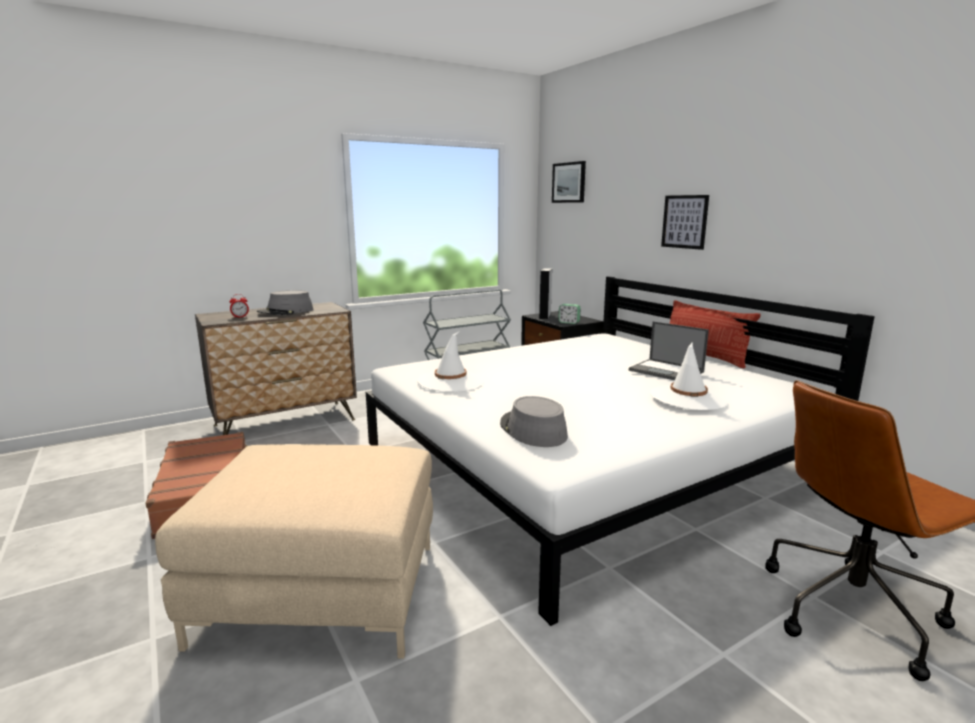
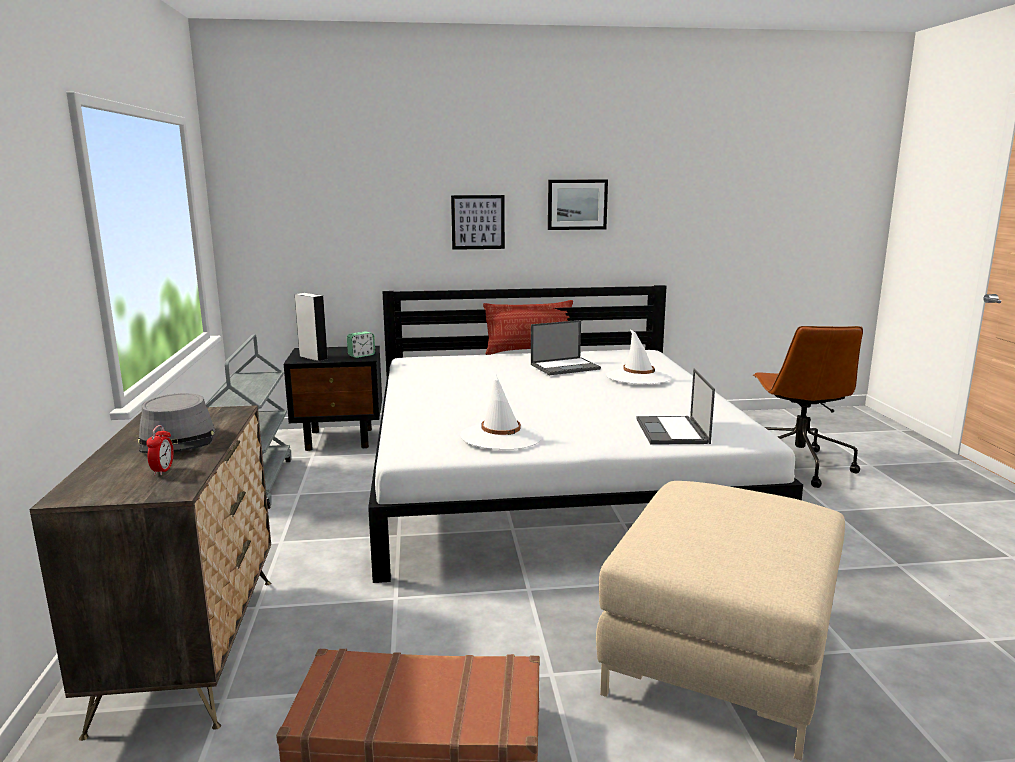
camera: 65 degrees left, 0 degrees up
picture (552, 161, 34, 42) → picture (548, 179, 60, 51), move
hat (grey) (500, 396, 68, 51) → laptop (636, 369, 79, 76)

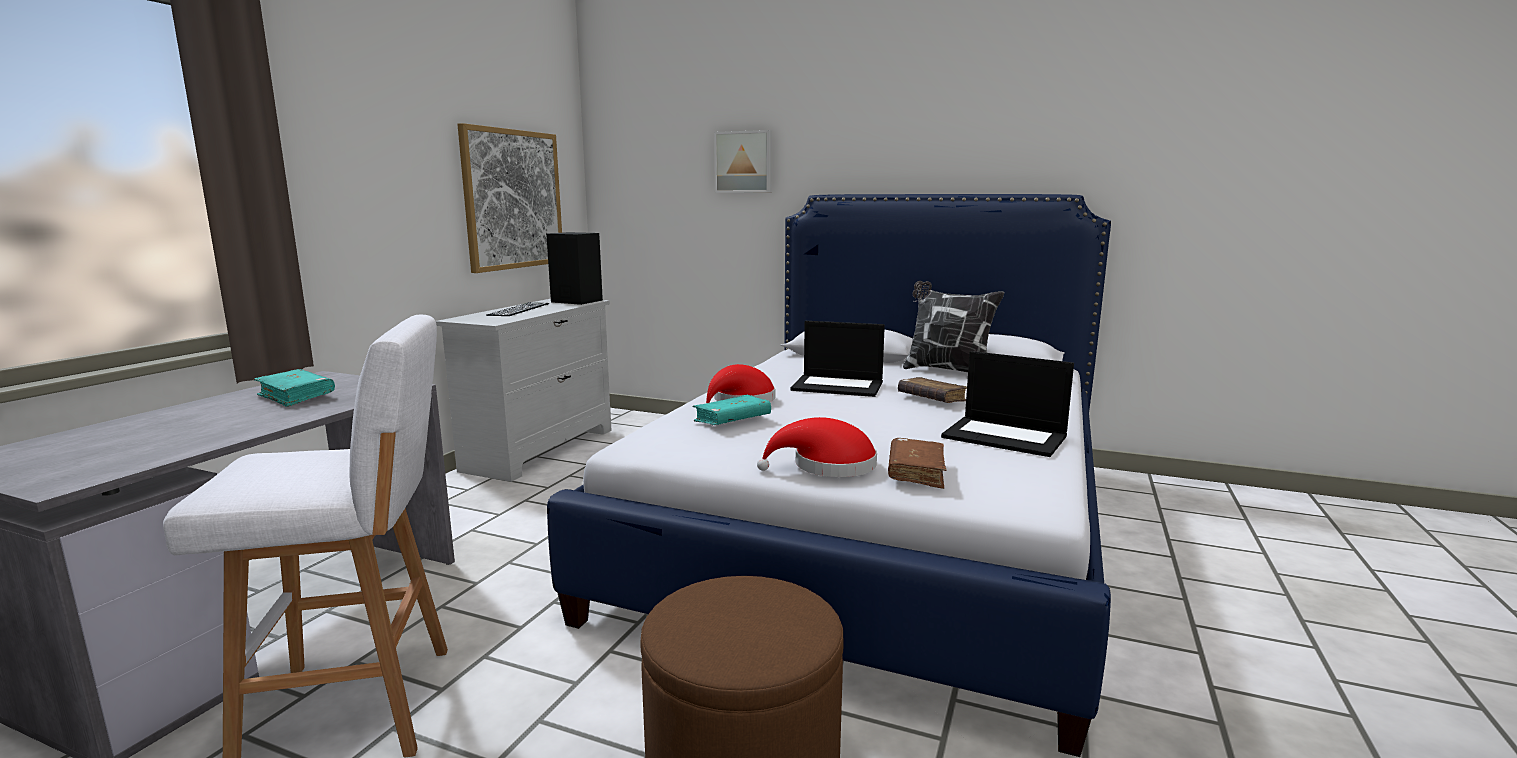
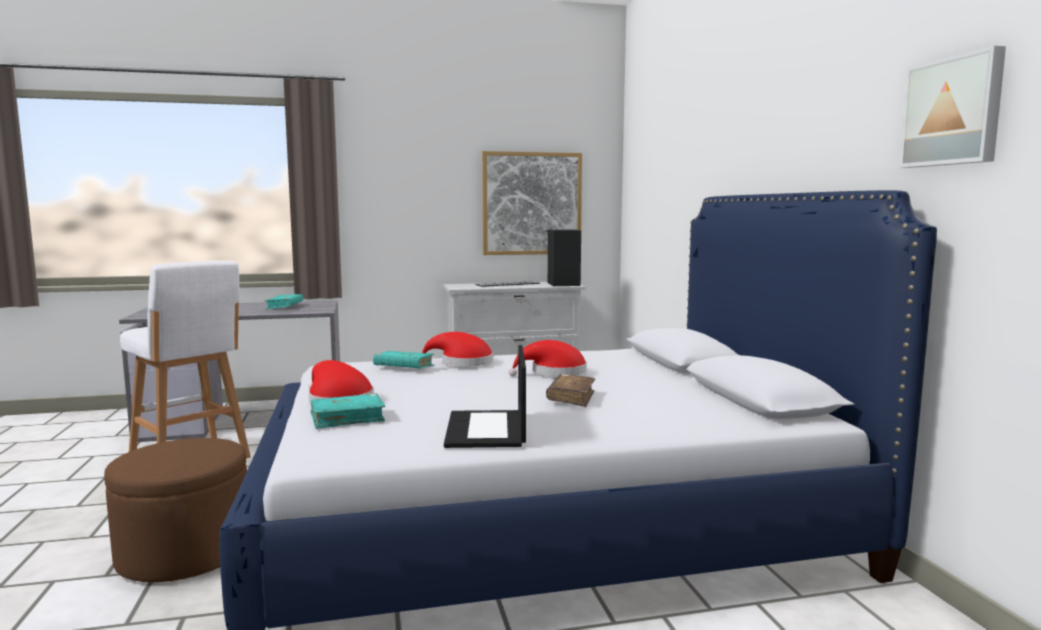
camera: 55 degrees right, 5 degrees down
book (brown) (888, 438, 58, 51) → book (turquoise) (311, 393, 74, 36)
laptop (790, 321, 95, 76) → hat (red) (509, 340, 78, 36)
picture (714, 130, 58, 63) → picture (899, 46, 107, 122), move
pillow (903, 281, 101, 92) → -

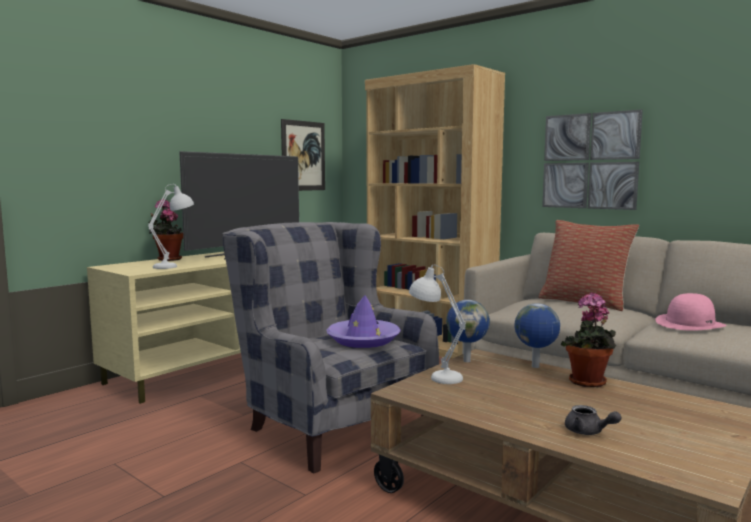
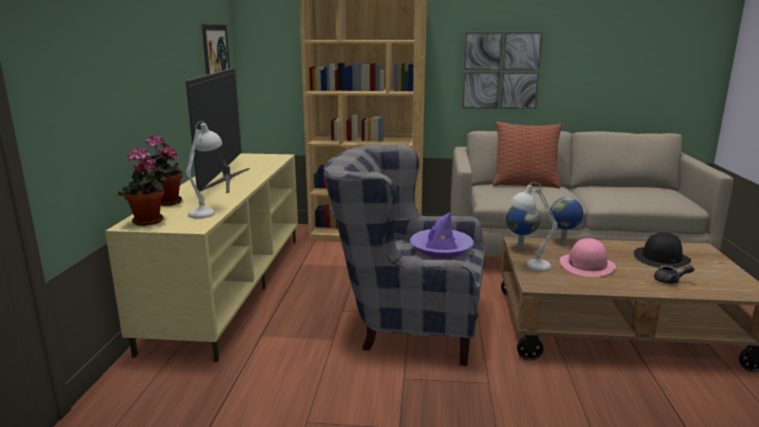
camera: 35 degrees left, 10 degrees up
potted plant (561, 292, 55, 95) → potted plant (118, 148, 48, 78), move
hat (pink) (655, 293, 72, 38) → hat (pink) (560, 238, 56, 39), move
- → hat (black) (634, 232, 57, 36)

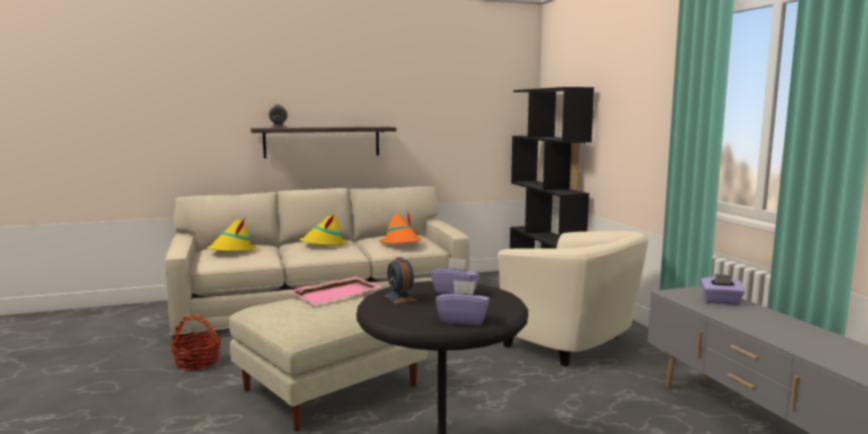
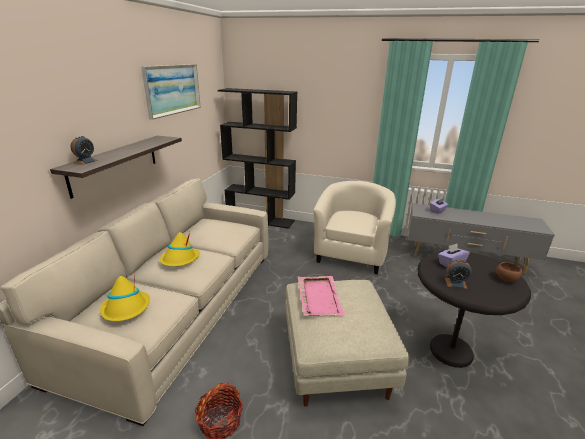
camera: 55 degrees left, 15 degrees up
- → picture (141, 64, 60, 56)
armchair (beige) (498, 231, 150, 136) → armchair (beige) (313, 181, 83, 93), 60 degrees counterclockwise
tissue box (purple) (436, 280, 54, 45) → bowl (brown) (496, 262, 26, 20)
hat (orange) (379, 212, 43, 31) → -

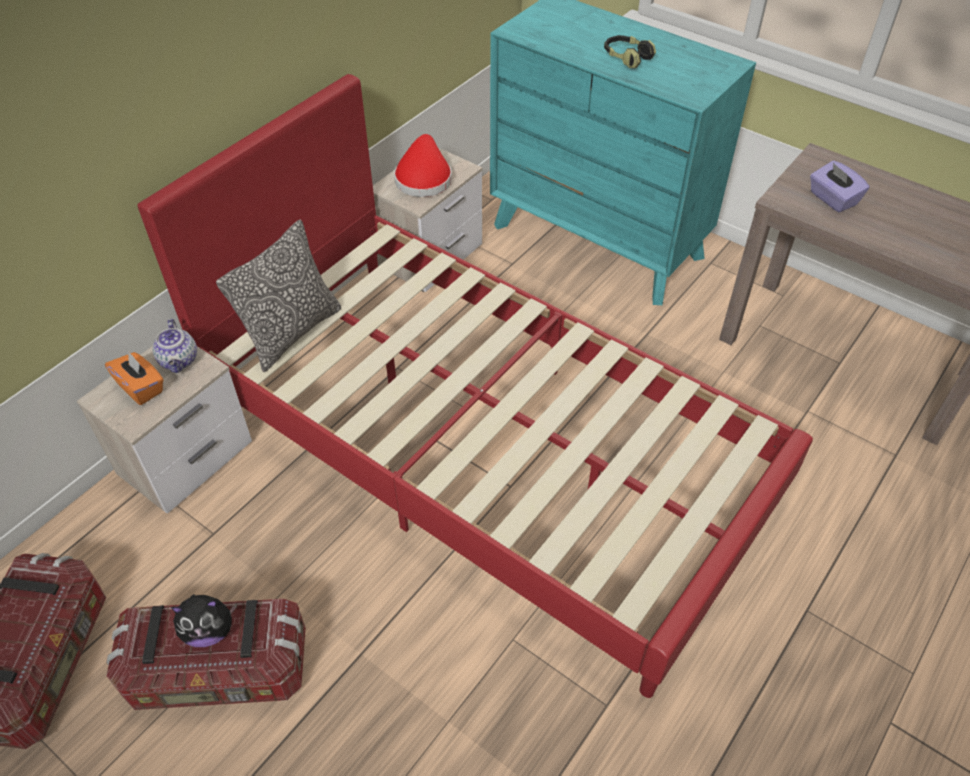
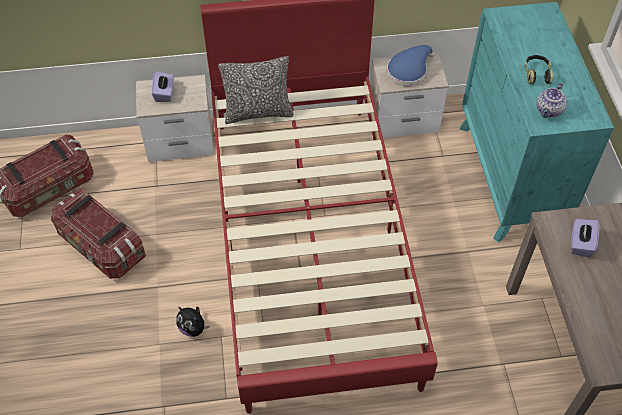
camera: 45 degrees right, 5 degrees up
tissue box (orange) (105, 352, 59, 53) → tissue box (purple) (152, 71, 22, 31)
plush toy (171, 594, 66, 53) → plush toy (176, 307, 34, 30), move
hat (red) (394, 134, 58, 63) → hat (blue) (387, 45, 48, 41)
teapot (153, 319, 44, 54) → teapot (537, 83, 30, 35), move

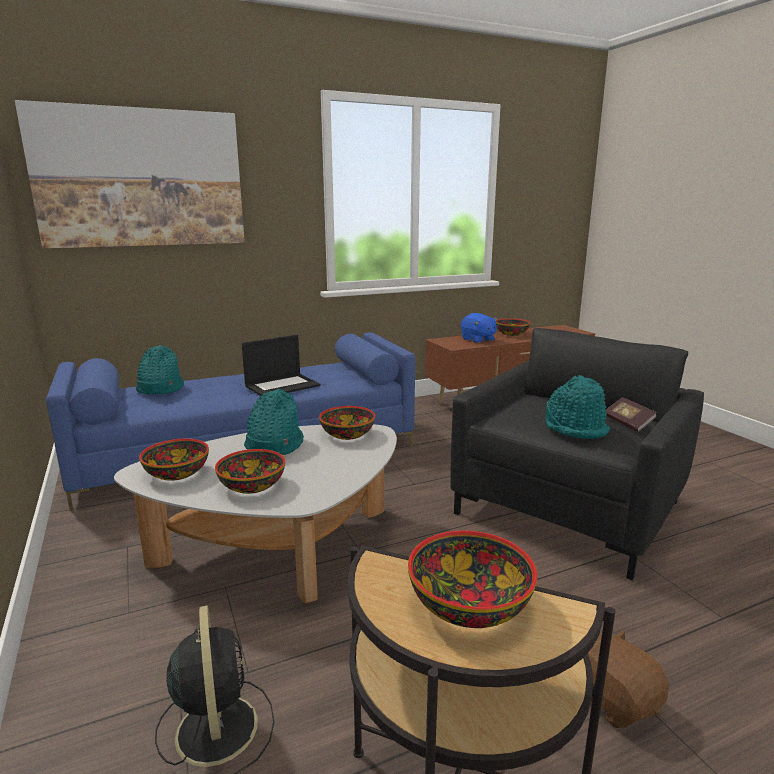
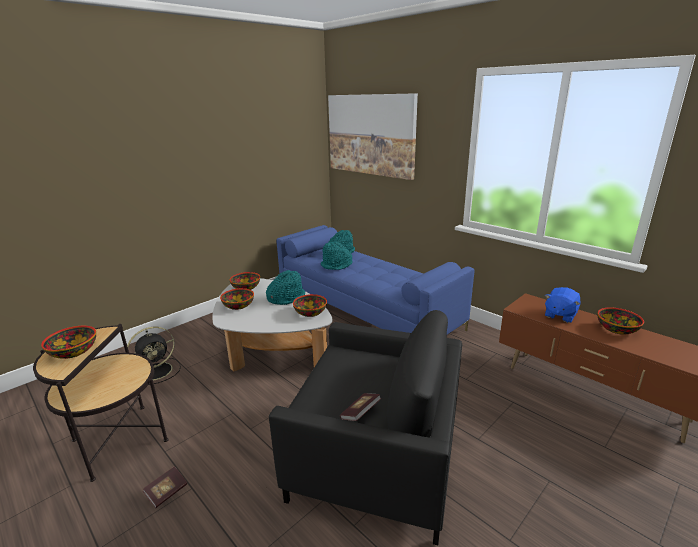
camera: 70 degrees right, 5 degrees up
plush toy (brown) (585, 630, 84, 98) → book (143, 466, 44, 42)
hat (turquoise) (545, 375, 65, 64) → hat (turquoise) (321, 242, 31, 28), move
laptop (242, 335, 78, 61) → -

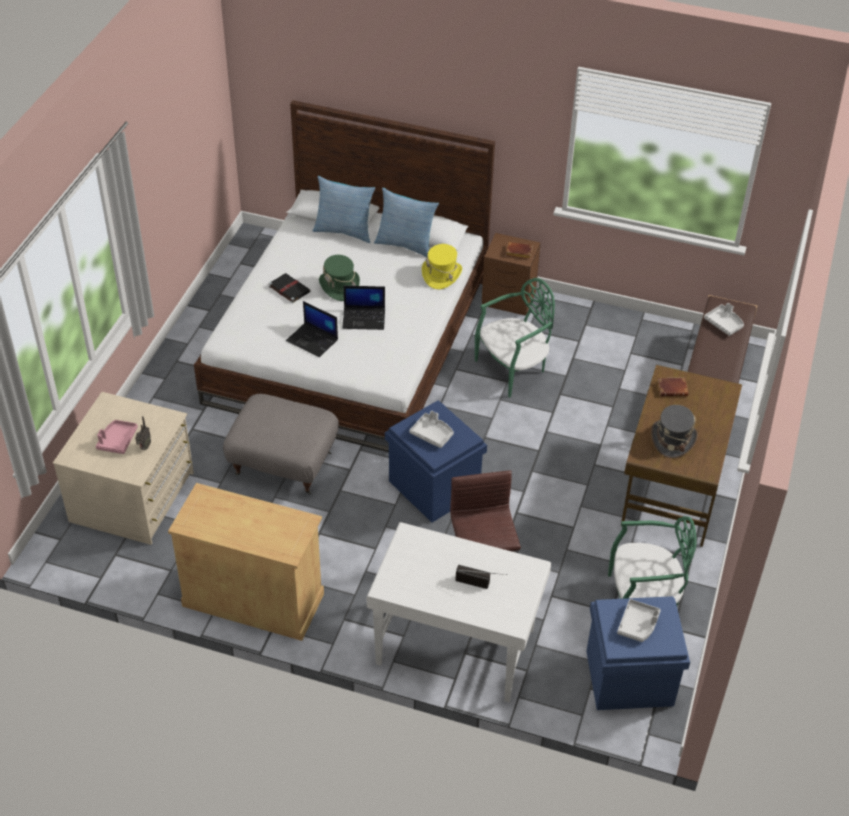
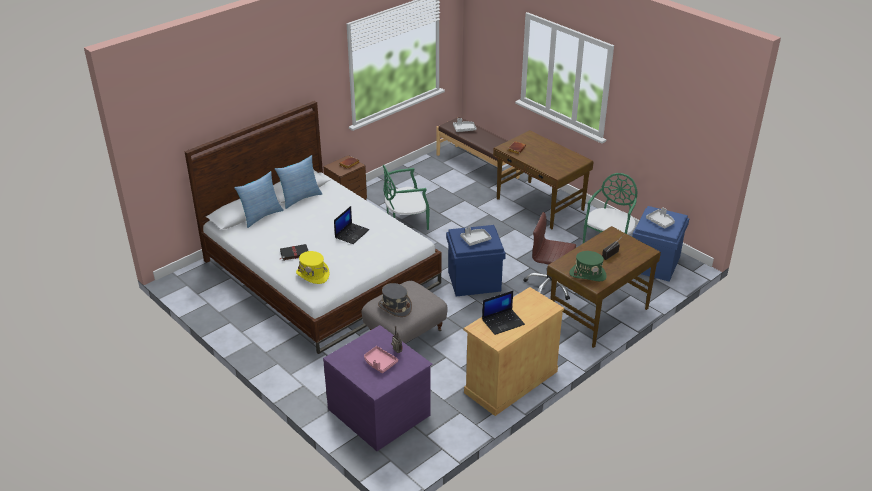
camera: 60 degrees left, 10 degrees down
hat (yellow) (422, 244, 40, 45) → hat (yellow) (296, 251, 33, 33), move
dresser (beige) (53, 392, 141, 153) → dresser (purple) (323, 325, 110, 126)
hat (grey) (651, 405, 47, 53) → hat (grey) (378, 283, 34, 34), move
chair (green) (475, 278, 80, 120) → chair (green) (383, 165, 47, 65), 105 degrees counterclockwise
laptop (286, 301, 52, 56) → laptop (482, 291, 43, 44), move
desk (white) (367, 522, 184, 180) → desk (brown) (547, 226, 114, 122)
hat (green) (319, 255, 41, 46) → hat (green) (569, 251, 38, 30), move

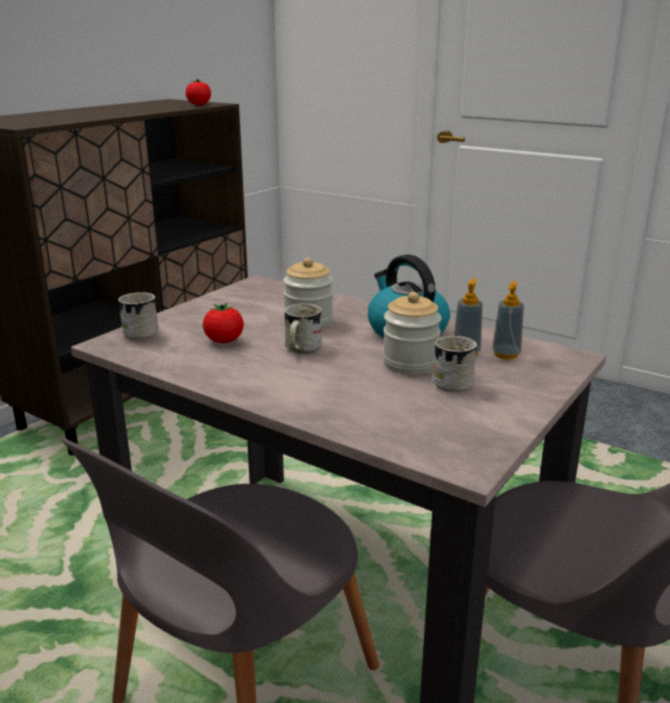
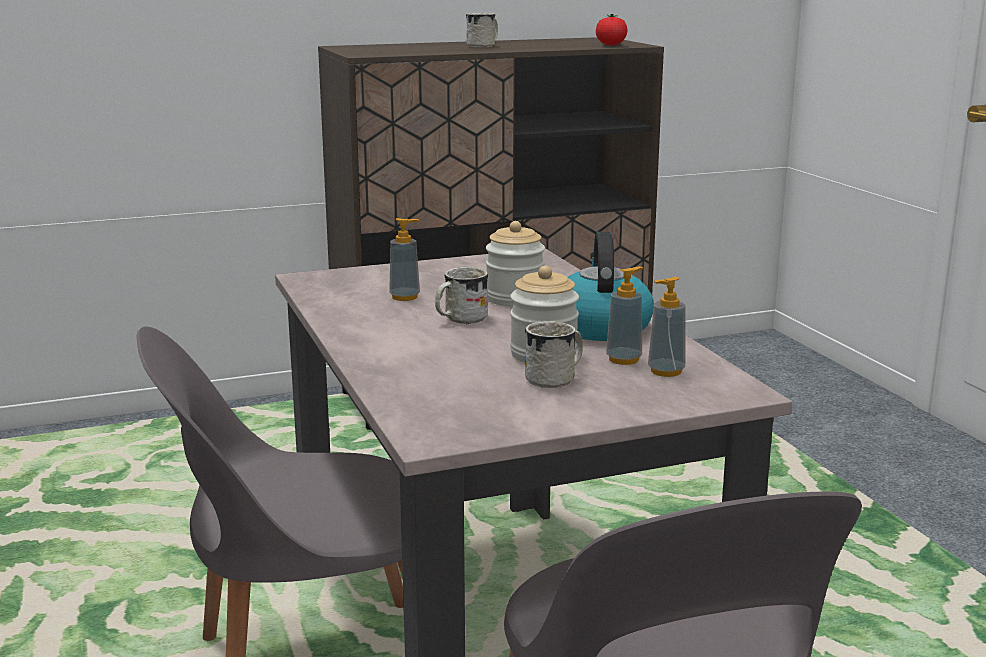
camera: 35 degrees right, 5 degrees down
tomato (203, 303, 41, 40) → soap dispenser (389, 218, 31, 83)
mug (white) (118, 292, 41, 48) → mug (white) (466, 13, 32, 35), move

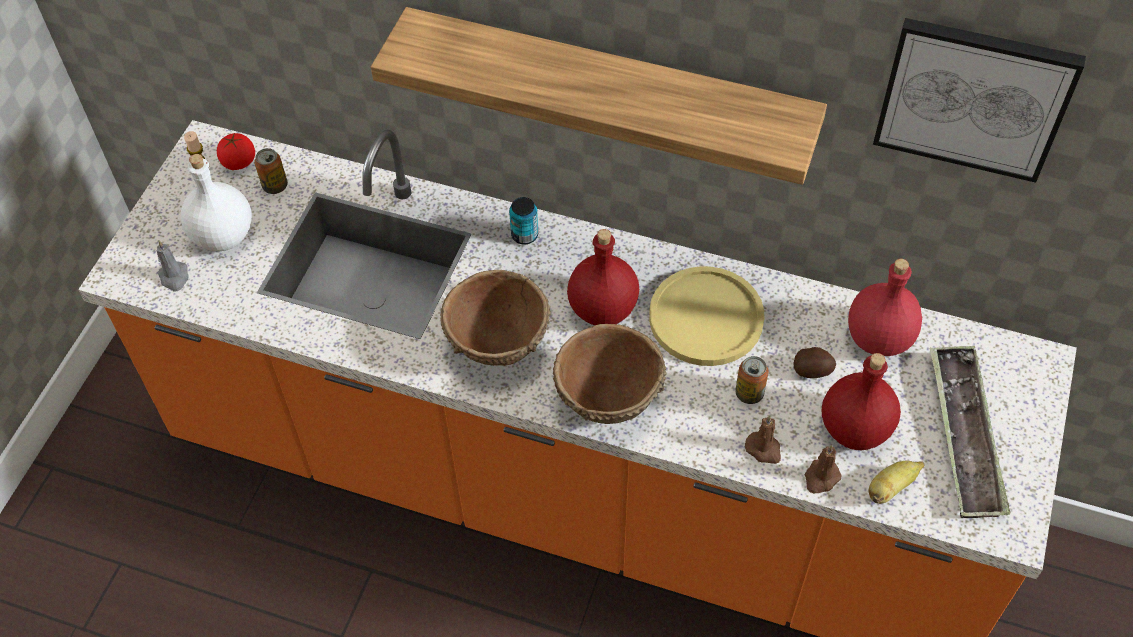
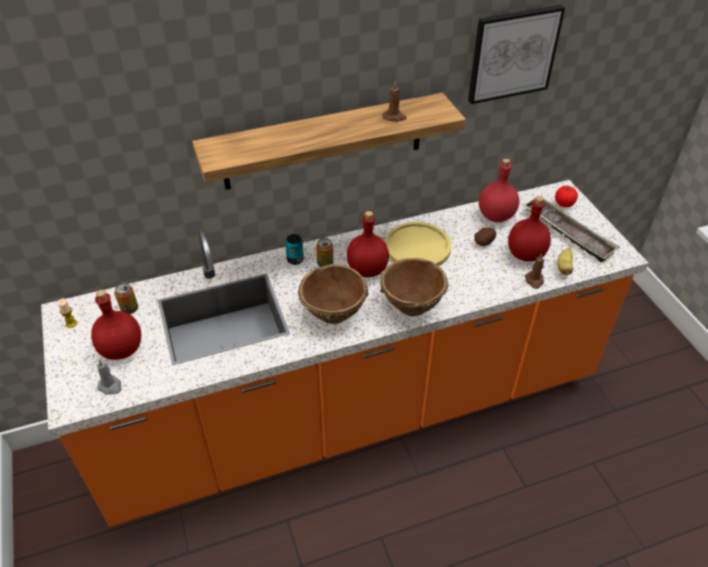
camera: 40 degrees left, 10 degrees down
bottle (white) (181, 154, 71, 97) → bottle (red) (91, 290, 50, 70)
can (735, 356, 34, 48) → can (316, 238, 18, 29), move
candle (brown) (745, 416, 36, 48) → candle (brown) (382, 81, 25, 41), move
tomato (217, 132, 38, 38) → tomato (555, 186, 23, 21), move

